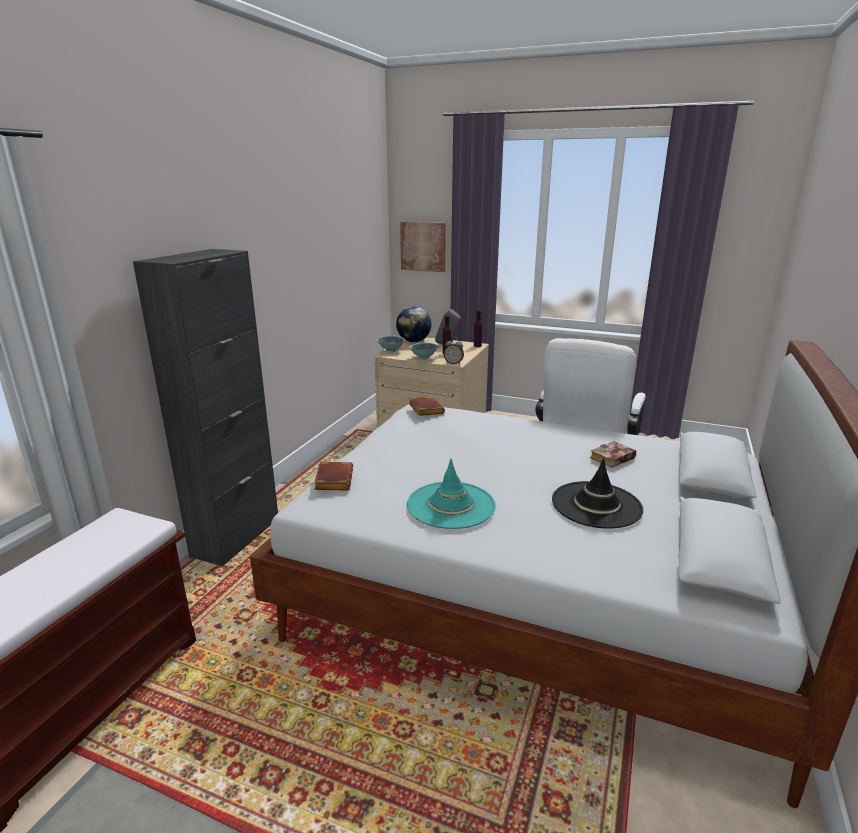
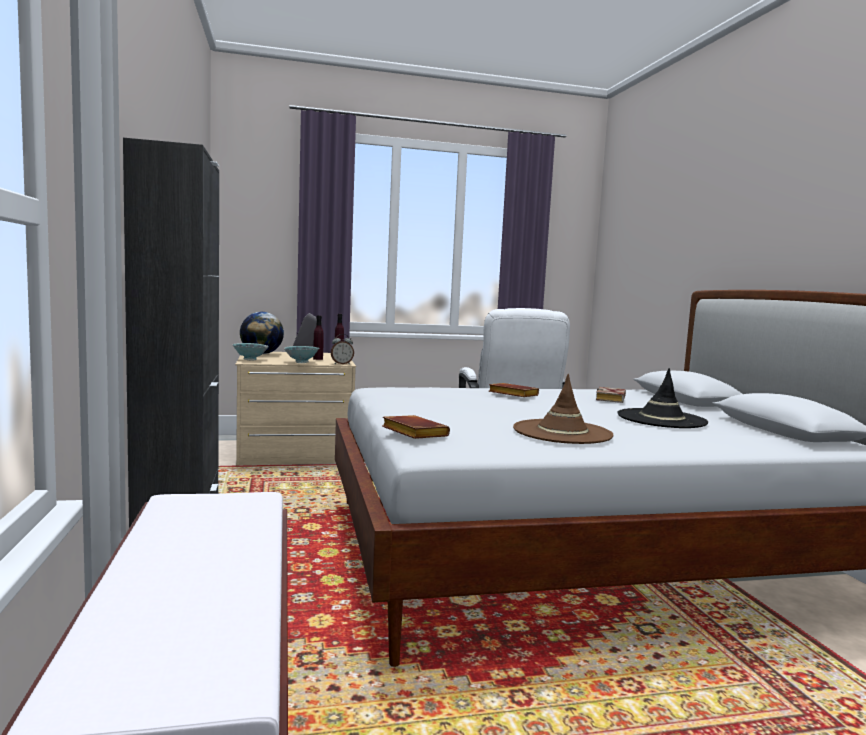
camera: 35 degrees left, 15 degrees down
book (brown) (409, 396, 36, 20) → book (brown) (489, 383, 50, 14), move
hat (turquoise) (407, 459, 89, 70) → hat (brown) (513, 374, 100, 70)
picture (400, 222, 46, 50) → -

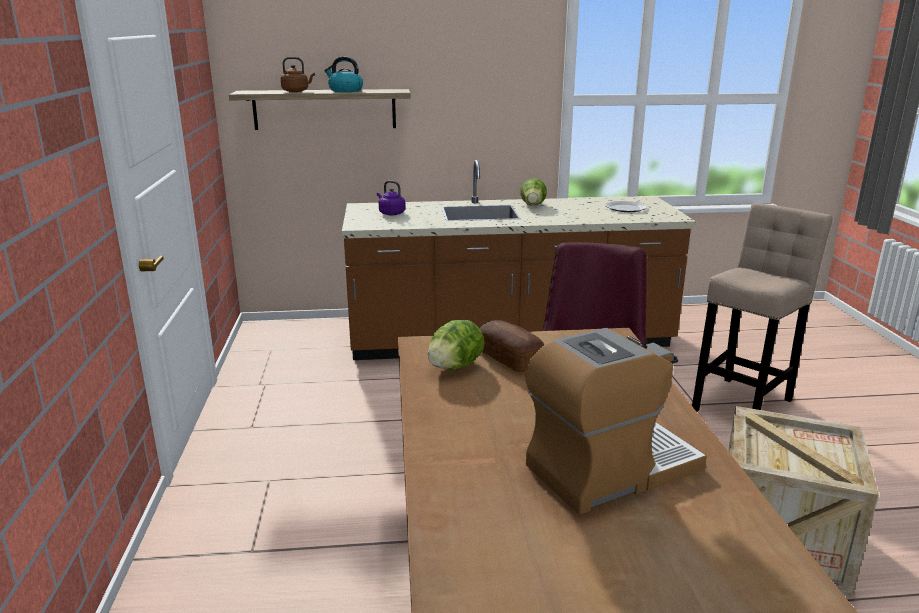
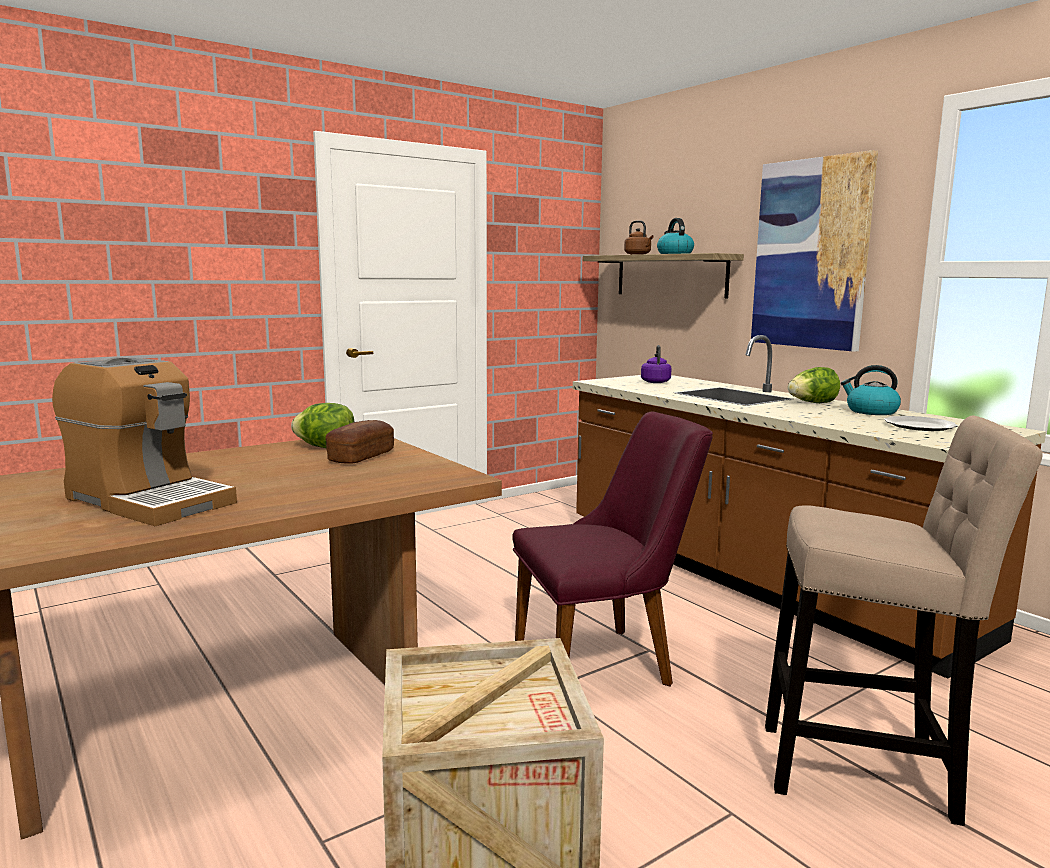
camera: 60 degrees right, 10 degrees down
- → picture (751, 150, 127, 202)
- → kettle (841, 365, 60, 50)

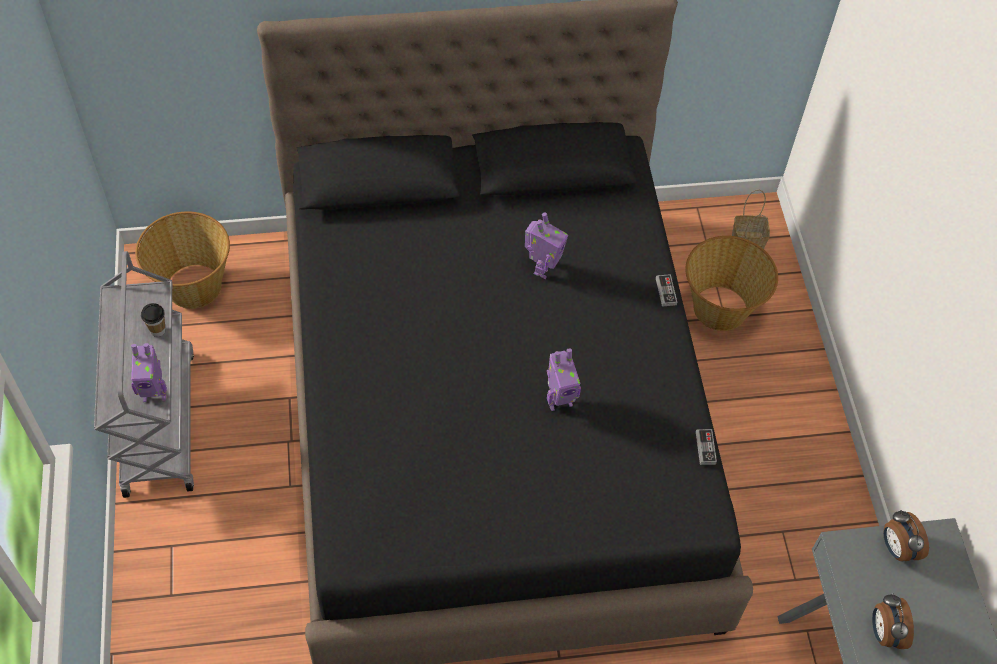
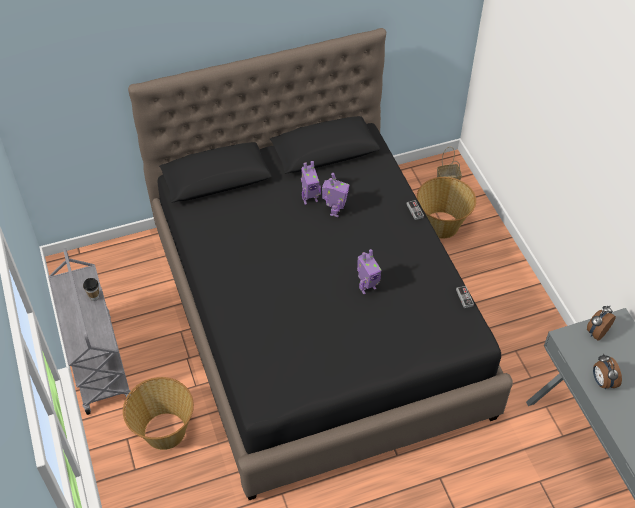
camera: 10 degrees left, 5 degrees down
basket (135, 211, 95, 98) → basket (123, 377, 71, 73), move
toy robot (131, 343, 36, 59) → toy robot (301, 161, 20, 44), move
alarm clock (884, 510, 45, 51) → alarm clock (587, 306, 29, 35), 75 degrees clockwise

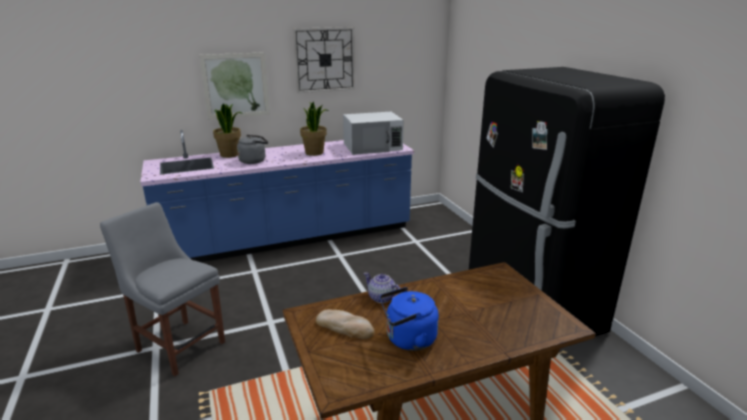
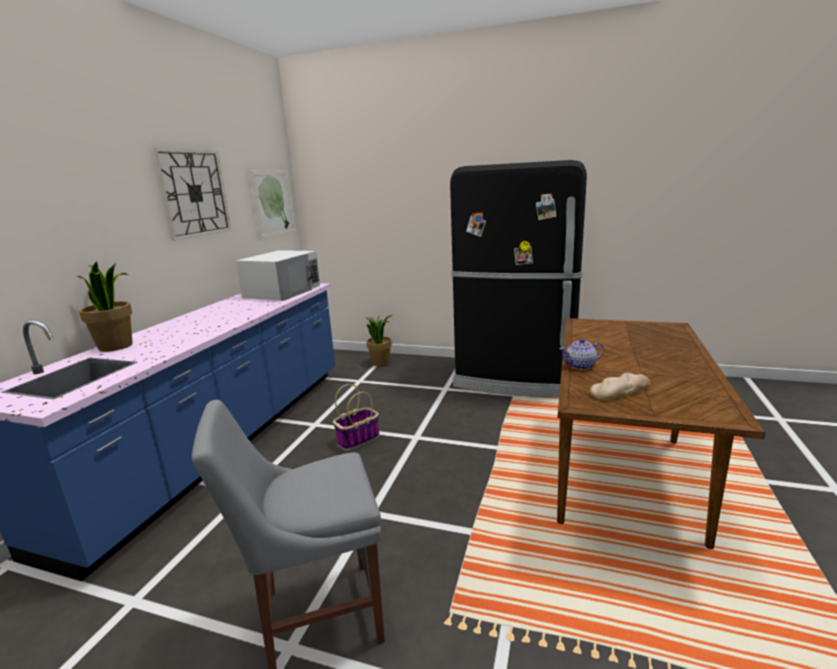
camera: 50 degrees left, 5 degrees down
picture (199, 52, 71, 68) → picture (249, 170, 47, 70), move
- → basket (333, 384, 47, 66)
potted plant (300, 102, 28, 54) → potted plant (366, 315, 26, 51), move
kettle (grey) (237, 135, 31, 29) → -
kettle (blue) (380, 287, 59, 64) → -

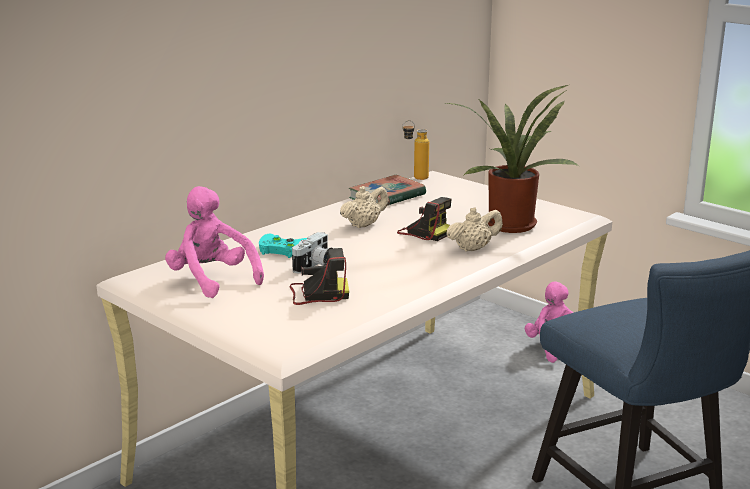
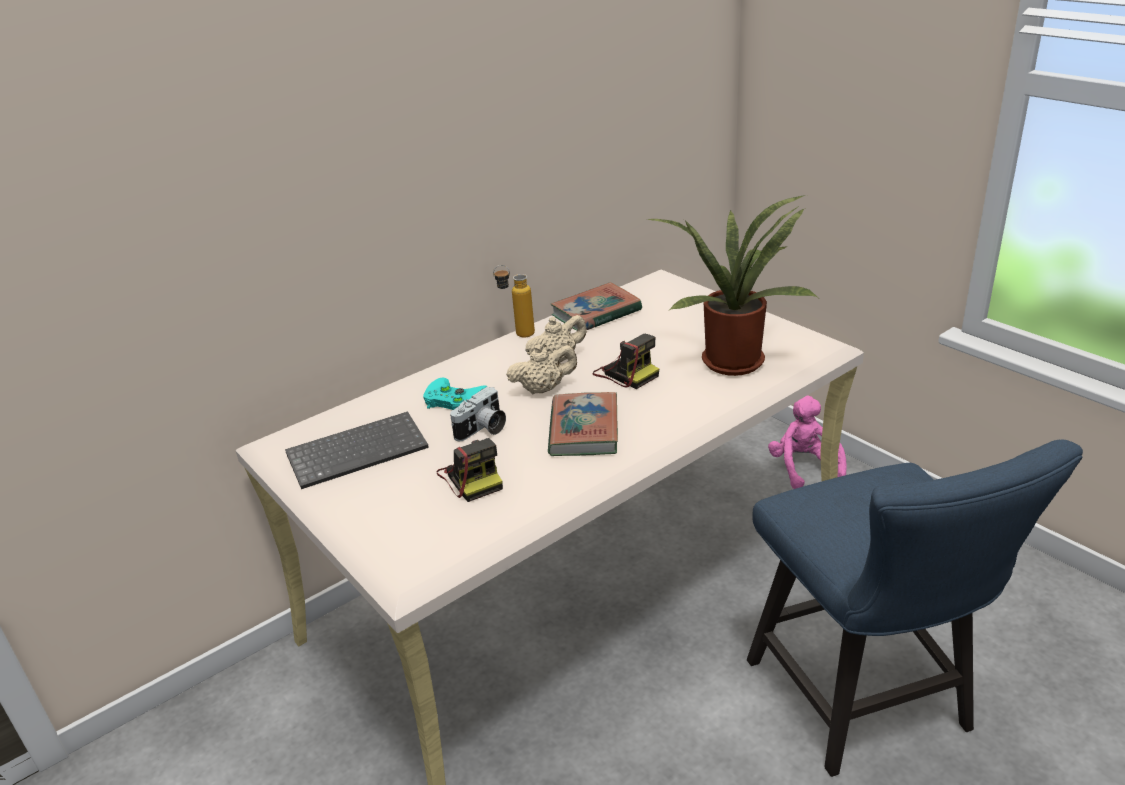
camera: 10 degrees right, 10 degrees up
plush toy (pink) (165, 186, 99, 112) → keyboard (285, 412, 144, 77)
photo camera (289, 248, 60, 57) → photo camera (437, 438, 66, 64), 60 degrees clockwise
bottle (402, 120, 27, 60) → bottle (493, 265, 42, 73), move
teapot (beige) (446, 207, 57, 45) → teapot (beige) (506, 344, 71, 50), move
- → book (548, 392, 70, 64)

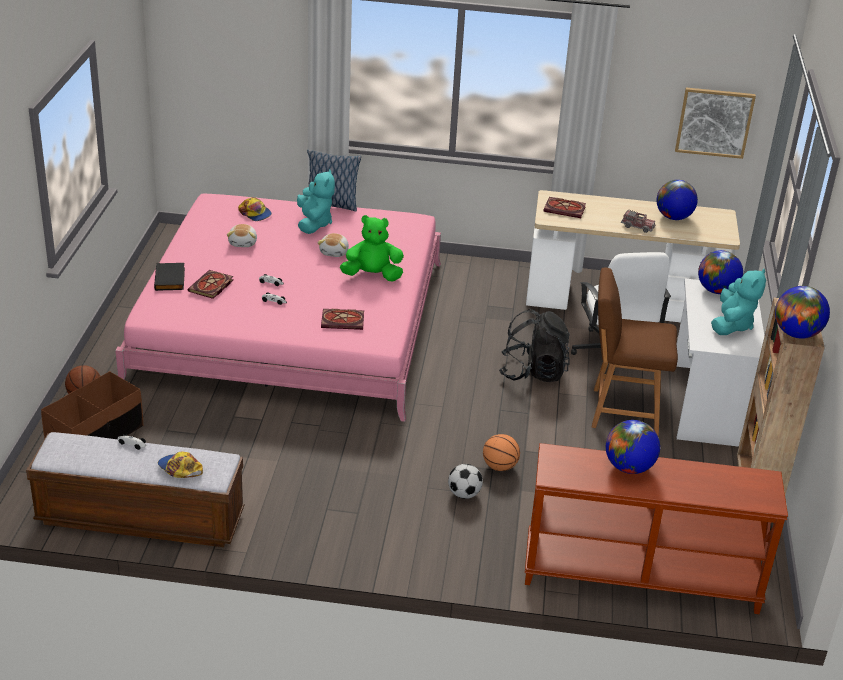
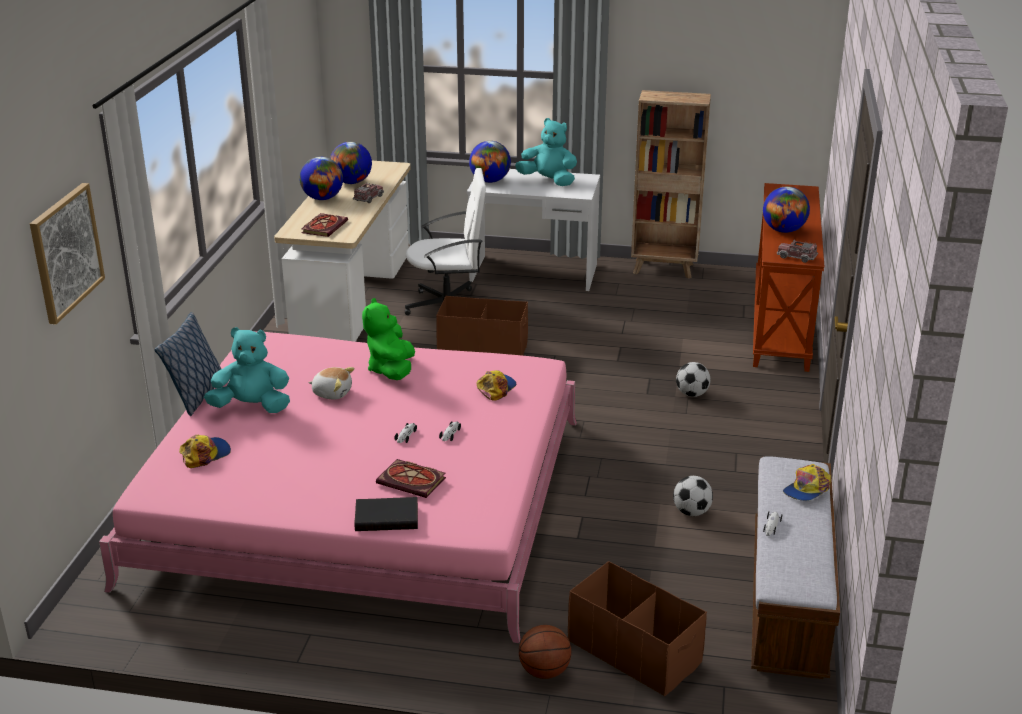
camera: 85 degrees left, 5 degrees down
picture (675, 87, 81, 72) → picture (30, 183, 75, 141), move
globe (775, 286, 55, 53) → globe (299, 157, 44, 43), move
backpack (black) (499, 309, 71, 73) → storage box (brown) (436, 296, 92, 60)
book (321, 309, 43, 21) → cap (476, 370, 40, 31)
- → football (673, 476, 40, 40)
- → toy truck (777, 240, 41, 23)
plush toy (227, 224, 30, 23) → -
basketball (483, 434, 37, 37) → -
chair (brown) (592, 268, 86, 168) → -

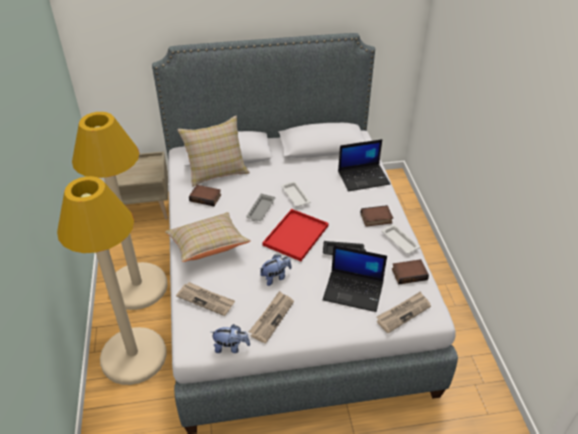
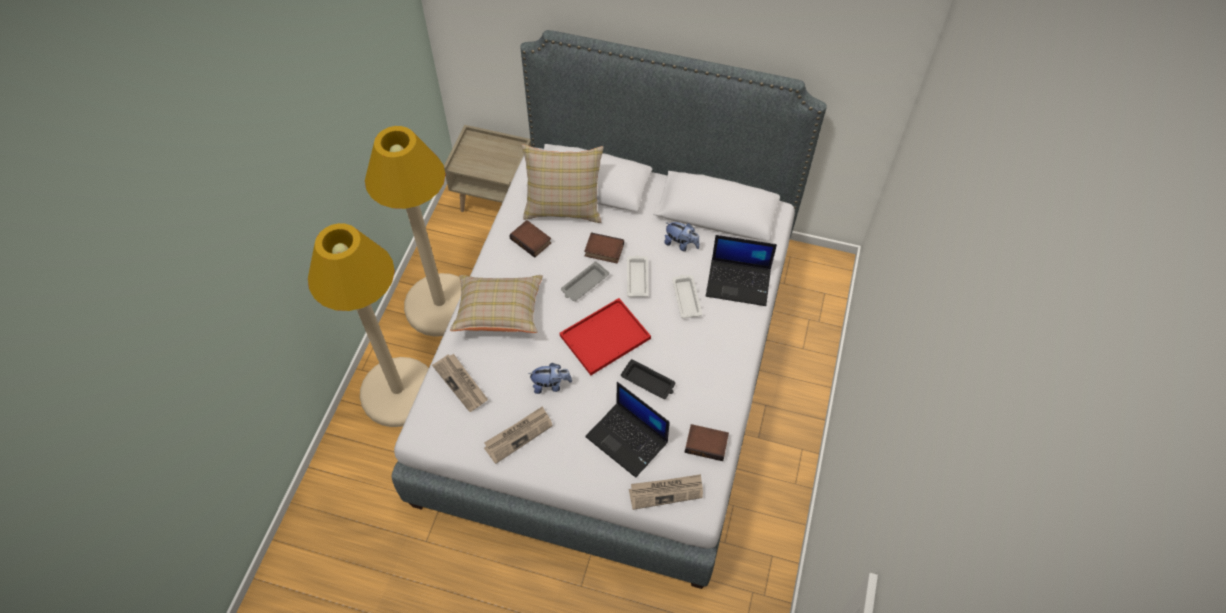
camera: 25 degrees right, 15 degrees up
book (361, 205, 32, 22) → book (584, 232, 40, 32), move
plush toy (211, 324, 39, 29) → plush toy (664, 222, 36, 29), move
tray (white) (382, 224, 38, 30) → tray (white) (672, 275, 30, 43), move

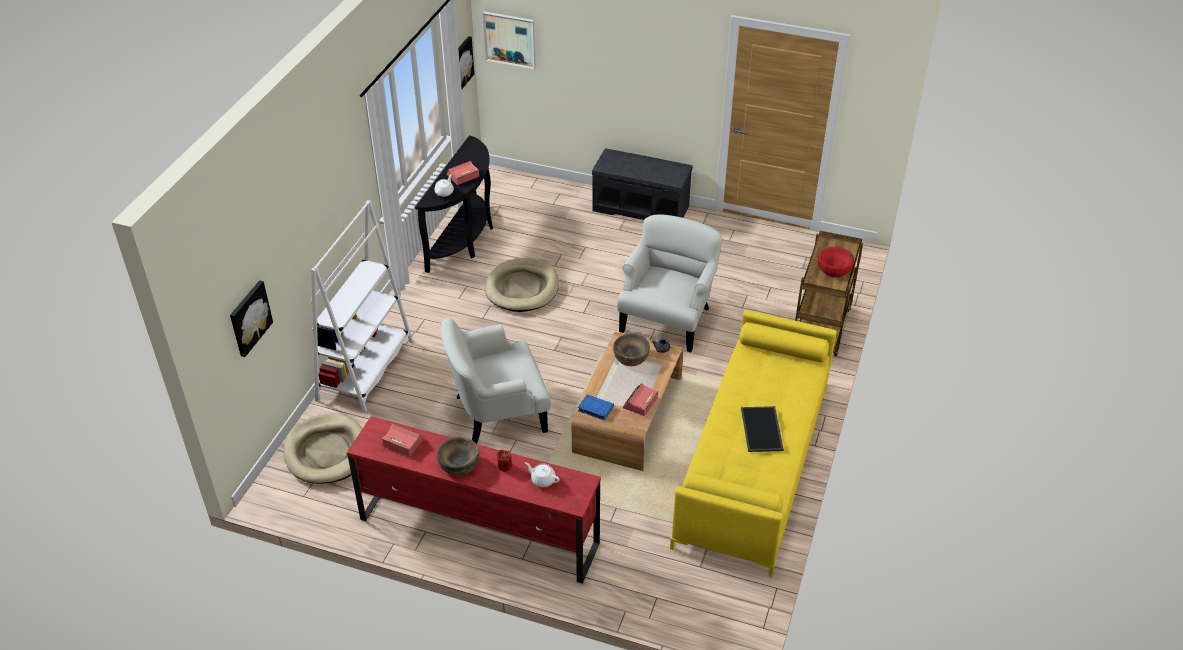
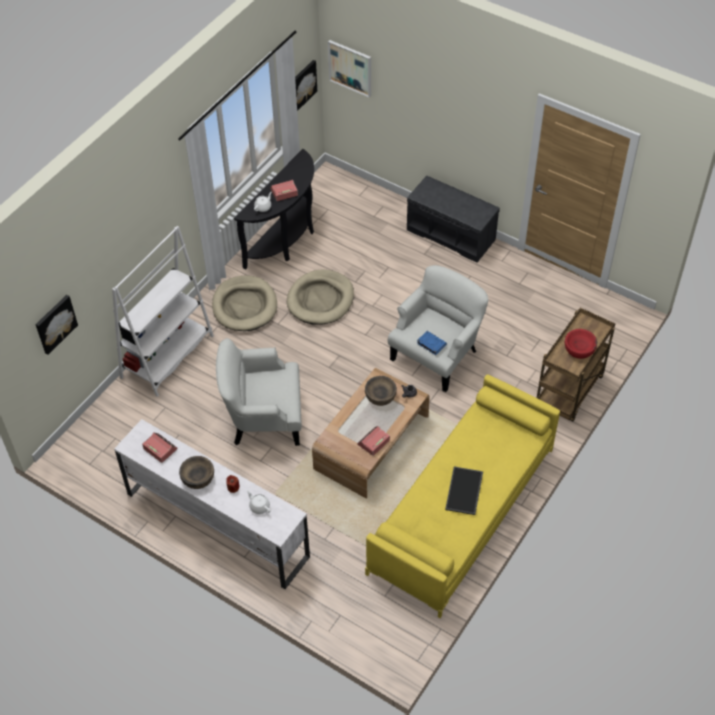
camera: 15 degrees right, 10 degrees up
tv stand (red) (347, 416, 254, 168) → tv stand (white) (114, 419, 196, 171)
dog bed (beige) (283, 413, 80, 71) → dog bed (beige) (212, 275, 65, 56), move
book (blue) (578, 394, 36, 27) → book (blue) (417, 331, 30, 24), move

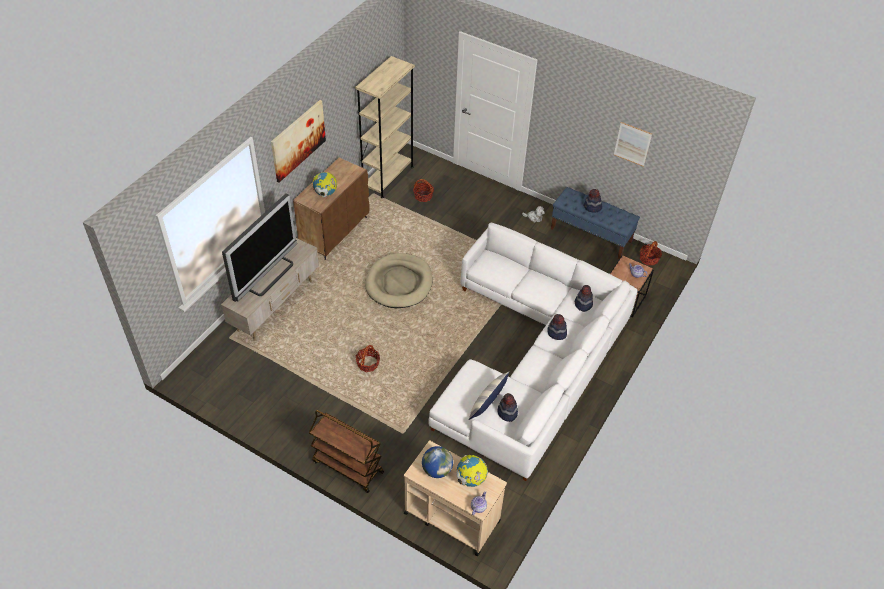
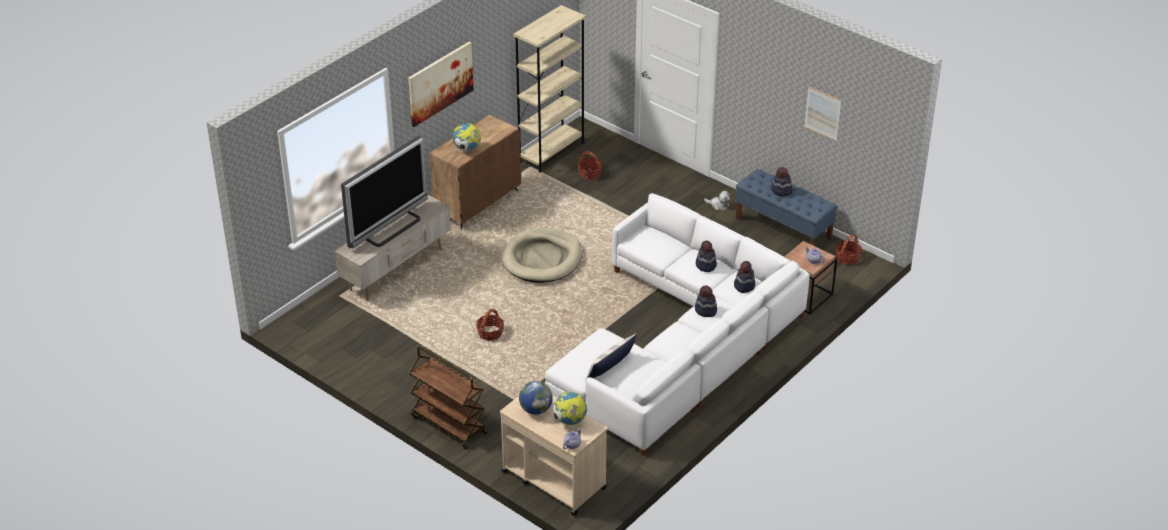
camera: 10 degrees right, 10 degrees down
hat (497, 393, 21, 29) → hat (696, 241, 21, 31), move

